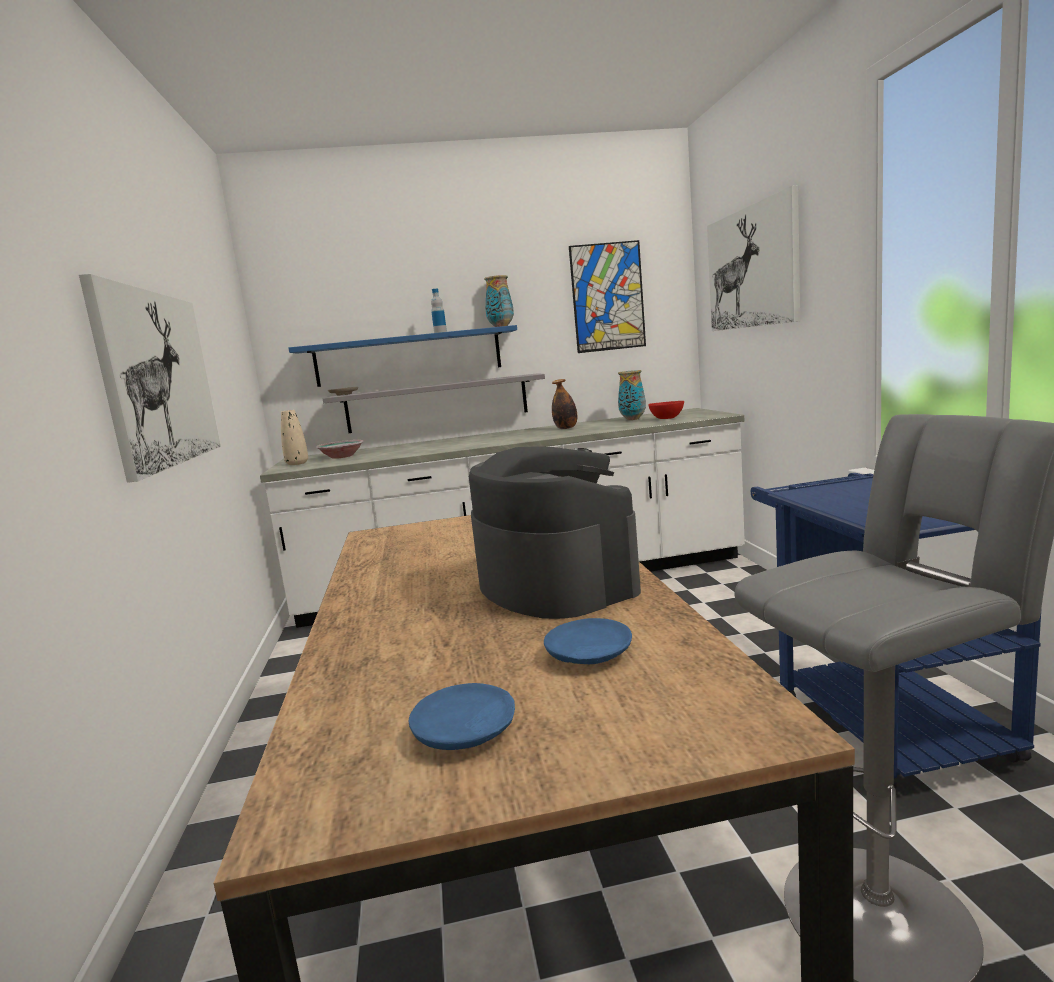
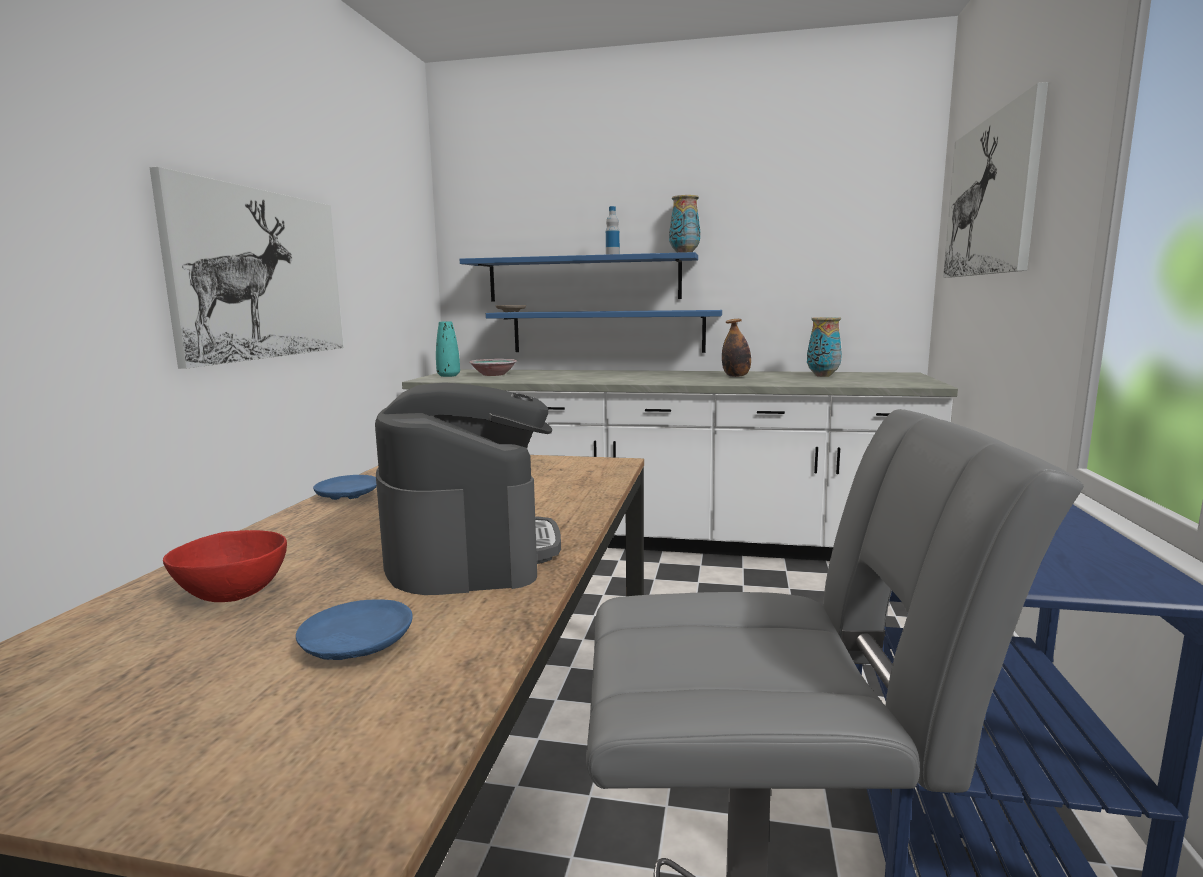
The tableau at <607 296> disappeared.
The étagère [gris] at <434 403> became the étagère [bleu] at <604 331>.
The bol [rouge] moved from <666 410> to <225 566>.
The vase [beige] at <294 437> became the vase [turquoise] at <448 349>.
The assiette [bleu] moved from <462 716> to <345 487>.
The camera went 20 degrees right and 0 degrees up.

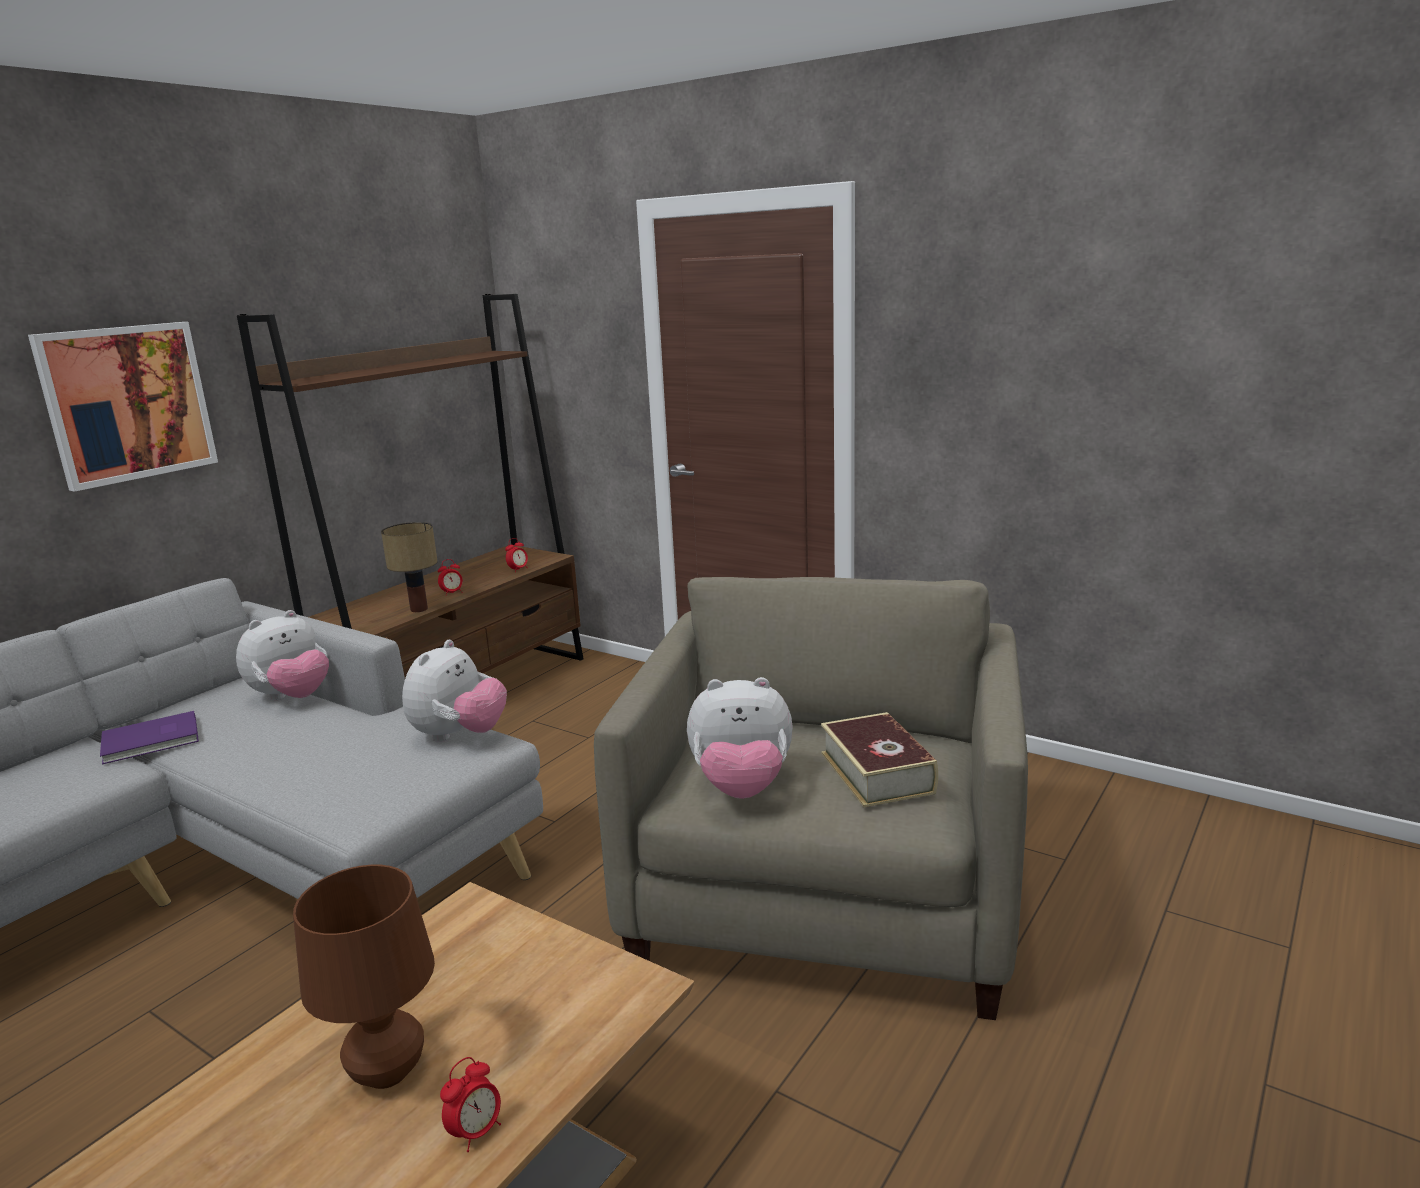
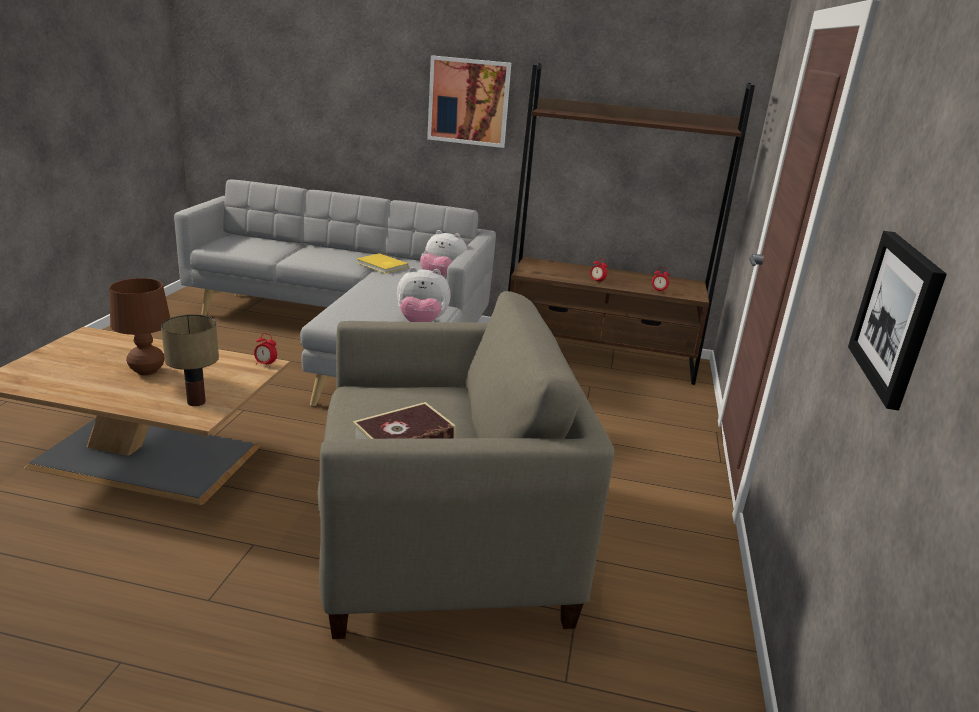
The lampe de table moved from <409 567> to <190 360>.
The peluche at <740 738> disappeared.
The livre [violet] at <149 737> became the livre [jaune] at <383 263>.
The réveil moved from <470 1104> to <265 350>.
The tableau at <897 321> appeared.
The camera went 65 degrees right and 5 degrees up.

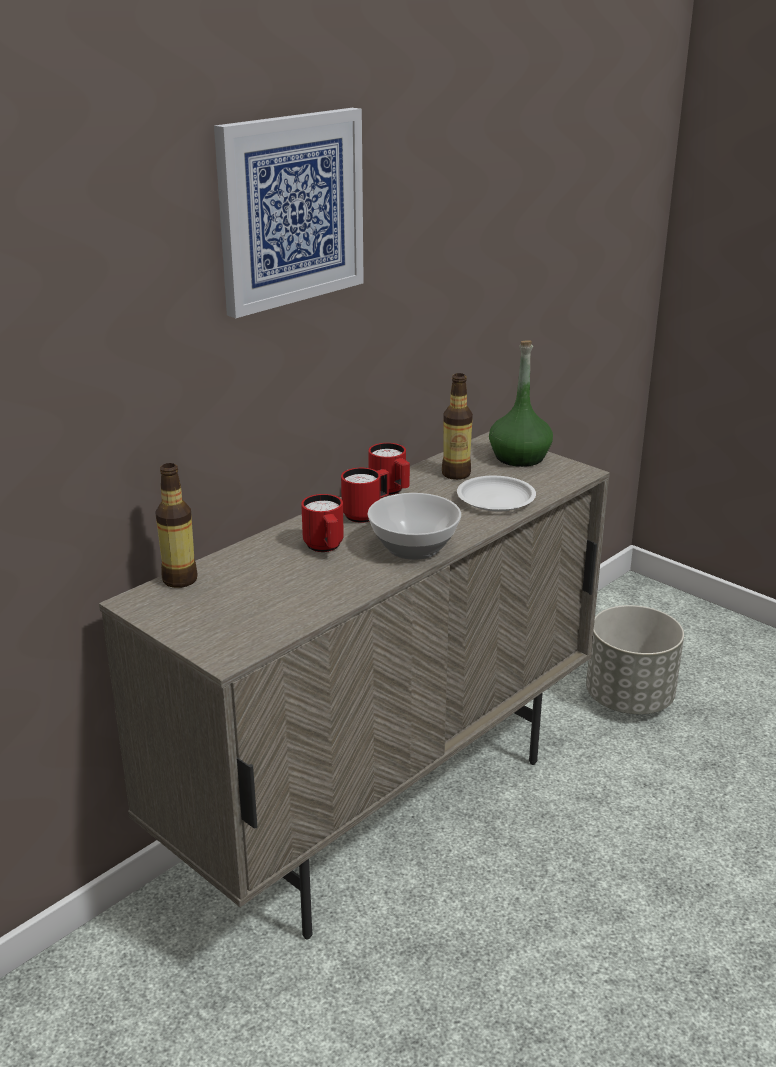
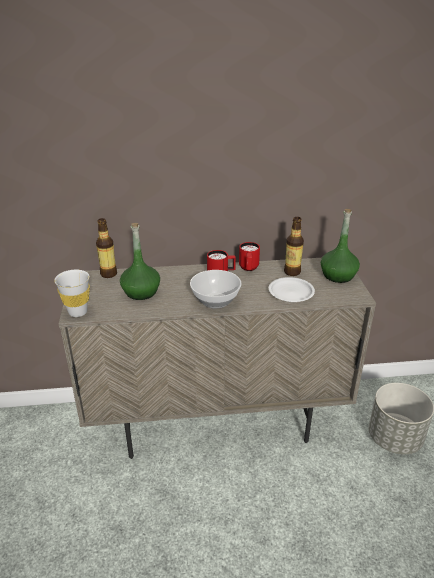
The tableau at <289 213> disappeared.
The mug [rouge] at <322 523> disappeared.
The bouteille [vert] at <140 261> appeared.
The tasse [blanc] at <72 293> appeared.
The camera went 40 degrees right and 5 degrees up.

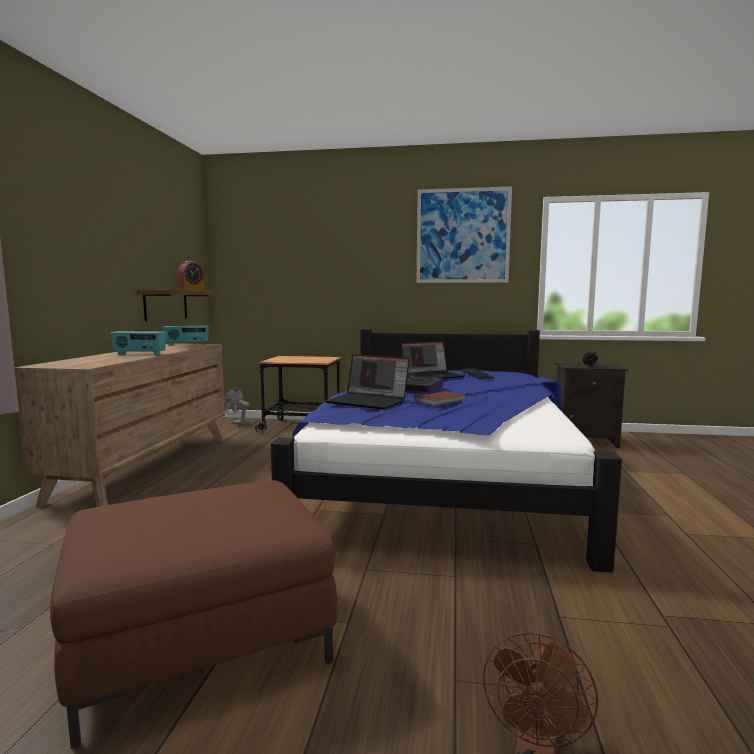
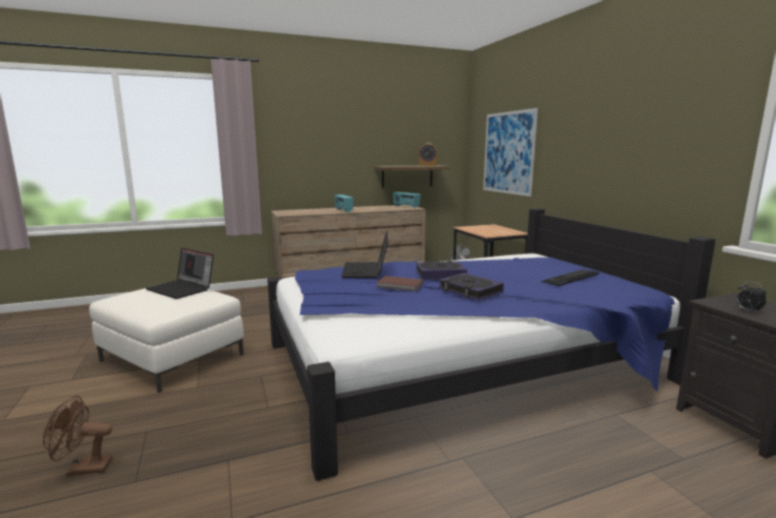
The tableau moved from <464 234> to <510 152>.
The ordinateur portable moved from <433 360> to <179 273>.
The pouf [marron] at <193 614> became the pouf [blanc] at <166 340>.
The livre at <471 286> appeared.
The camera went 60 degrees right and 5 degrees up.

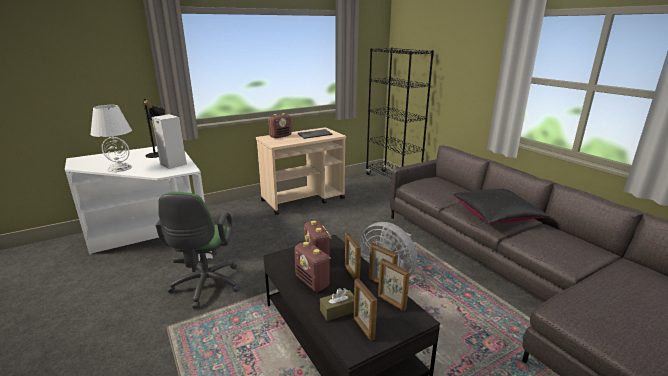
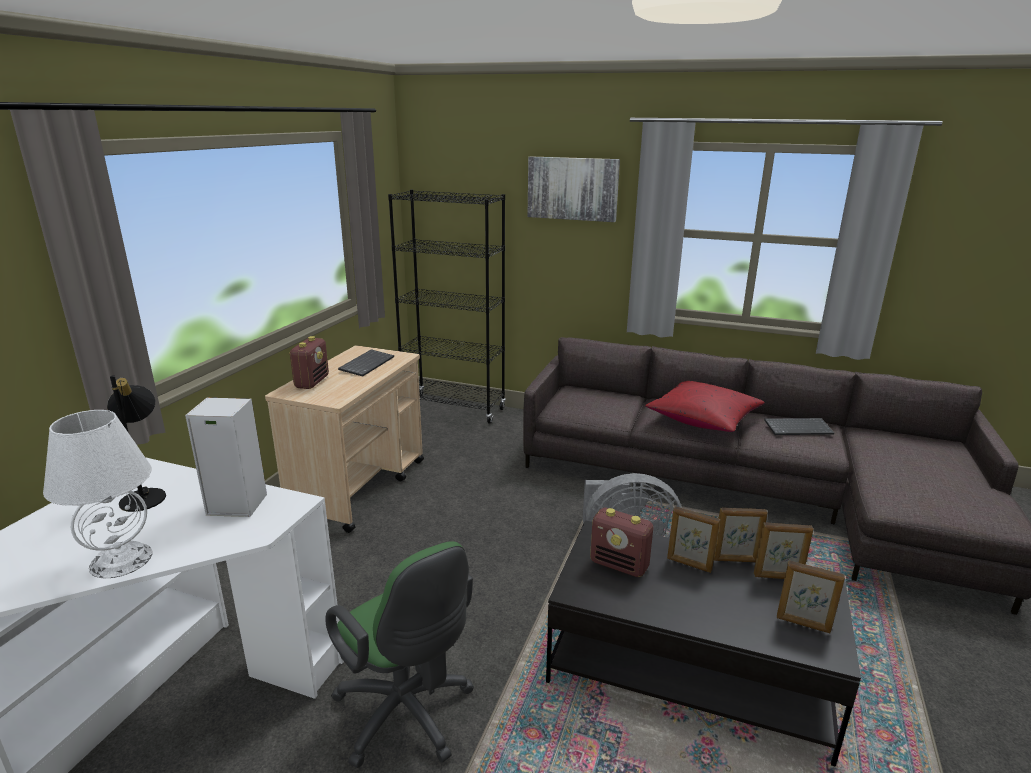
The coussin [noir] at <500 206> became the coussin [rouge] at <705 406>.
The radio at <312 266> disappeared.
The boîte à mouchoirs [marron] at <337 304> disappeared.
The tableau at <573 189> appeared.
The clavier at <799 426> appeared.
The camera went 40 degrees left and 0 degrees up.

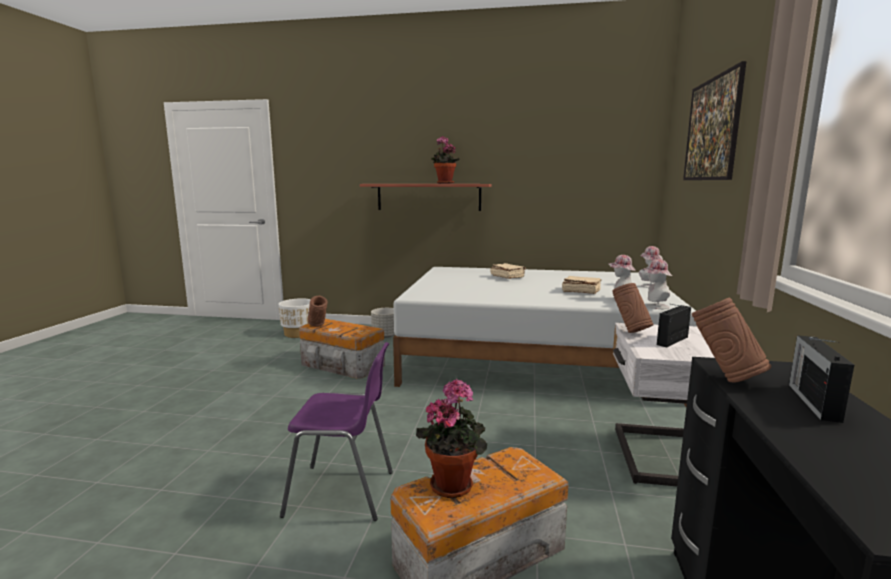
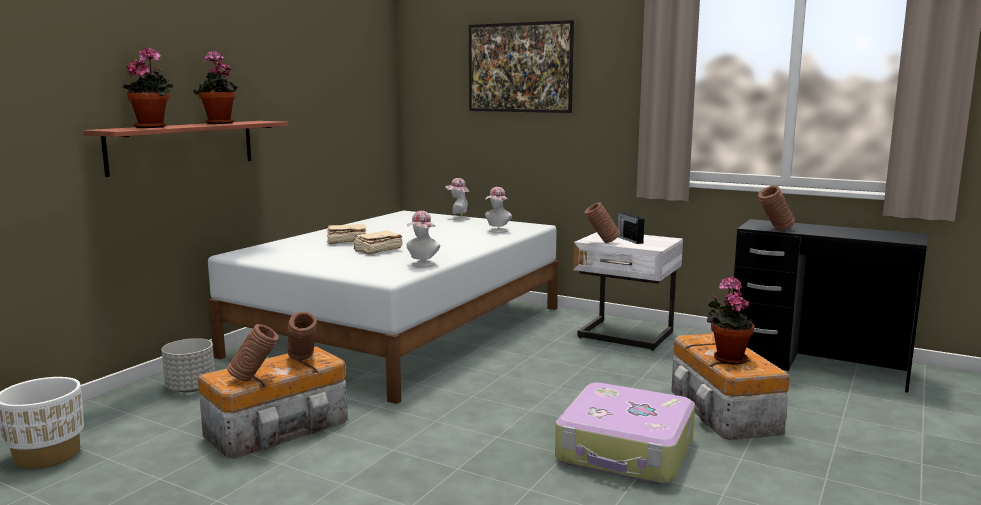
The chapeau moved from <657 284> to <423 239>.
The livre [beige] moved from <581 285> to <378 243>.
The radio at <821 379> disappeared.
The chaise [violet] at <336 431> was replaced by the valise at <625 433>.
The plante en pot at <147 87> appeared.
The vase [marron] at <302 335> appeared.
The camera went 70 degrees left and 0 degrees up.

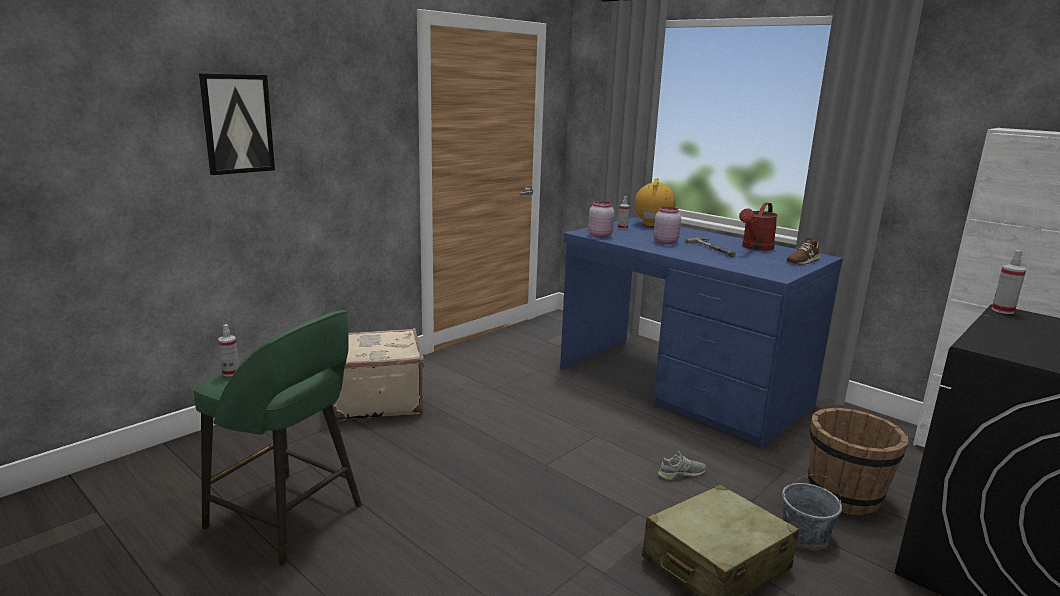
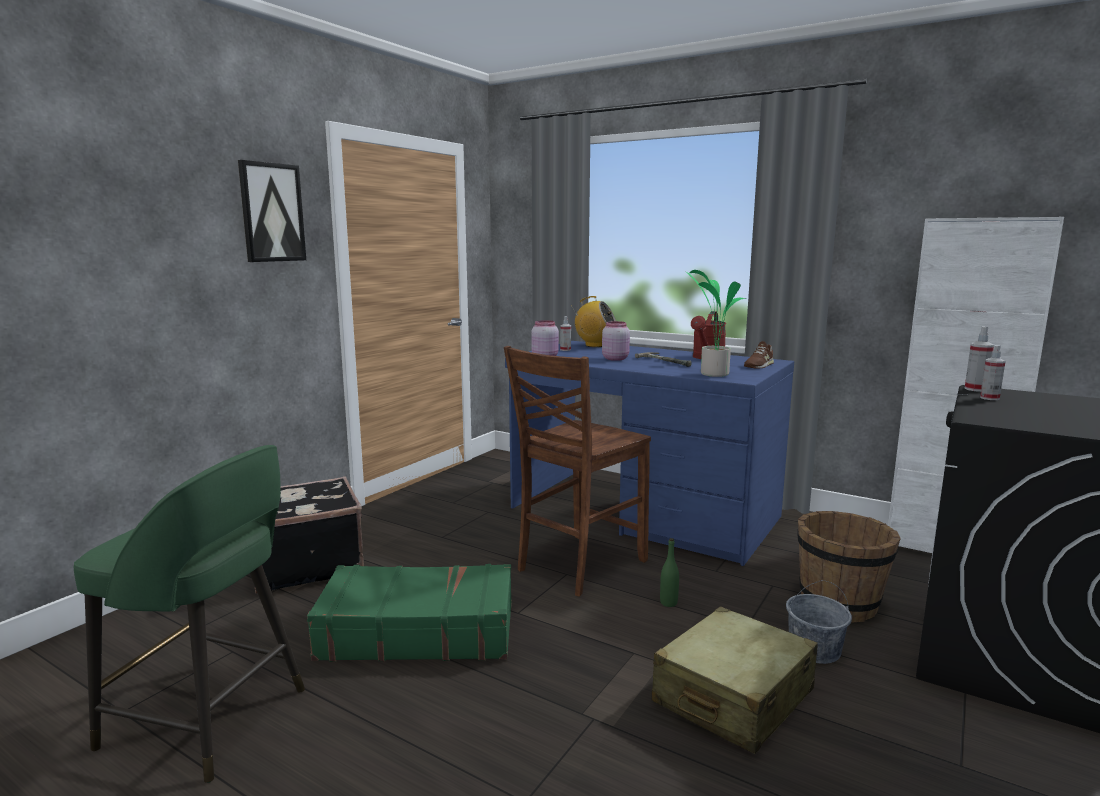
The tableau moved from <237 124> to <272 211>.
The radio at <655 202> turned 105 degrees clockwise.
The vaporisateur moved from <228 350> to <992 372>.
The valise [beige] at <378 374> became the valise [noir] at <309 535>.
The chaussure [gris] at <682 465> was replaced by the bouteille [vert] at <669 572>.
The plante en pot at <716 323> appeared.
The chaise [marron] at <577 471> appeared.
The valise [vert] at <409 613> appeared.
The camera went 10 degrees left and 5 degrees down.

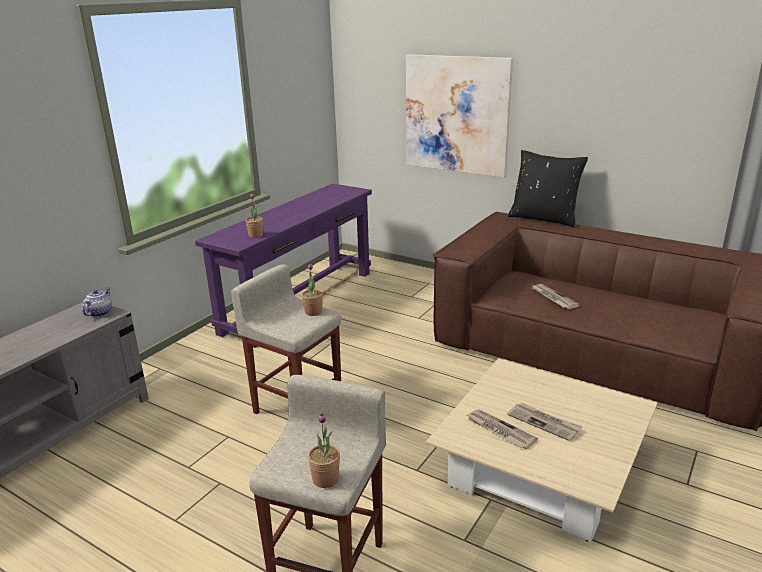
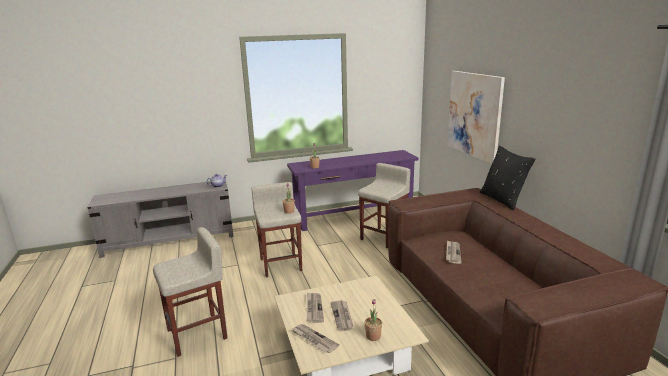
The plante en pot moved from <324 450> to <373 320>.
The tabouret [beige] at <384 206> appeared.
The journal at <315 338> appeared.
The camera went 40 degrees right and 5 degrees down.

